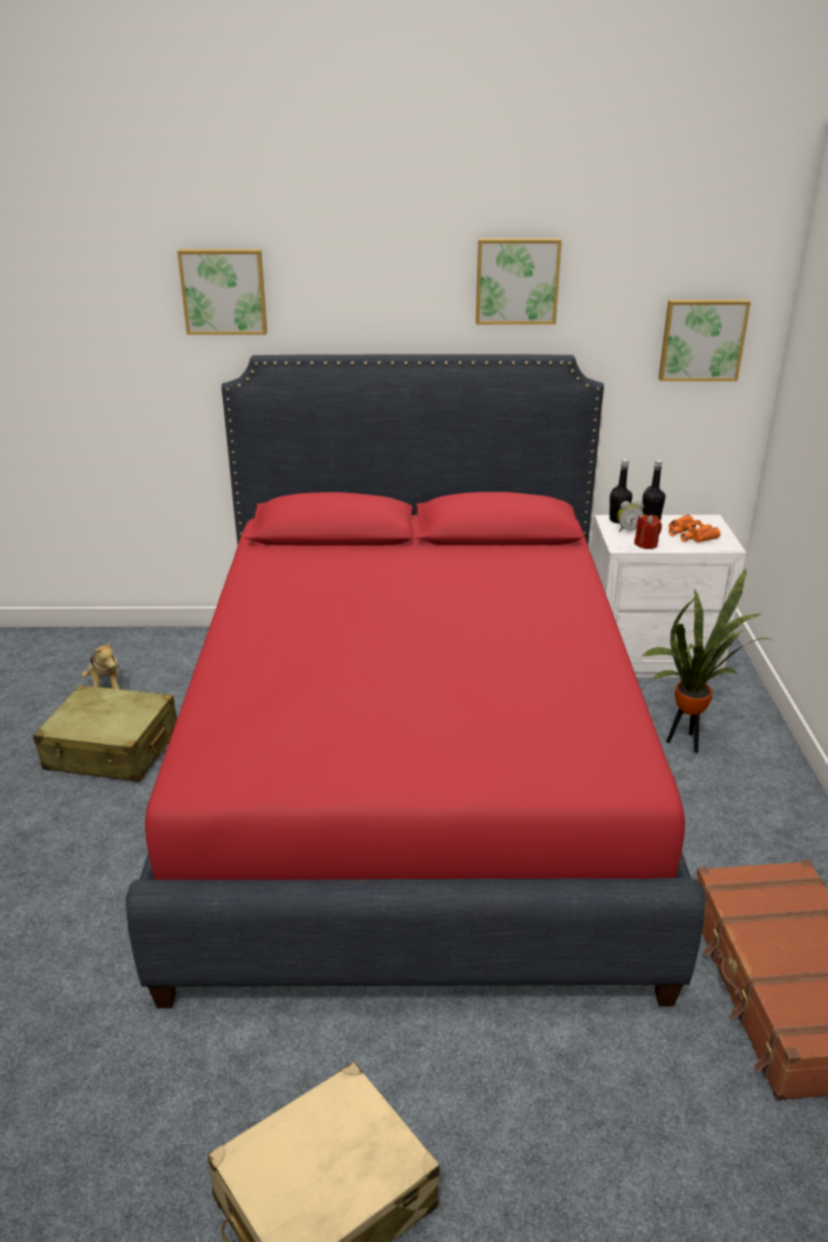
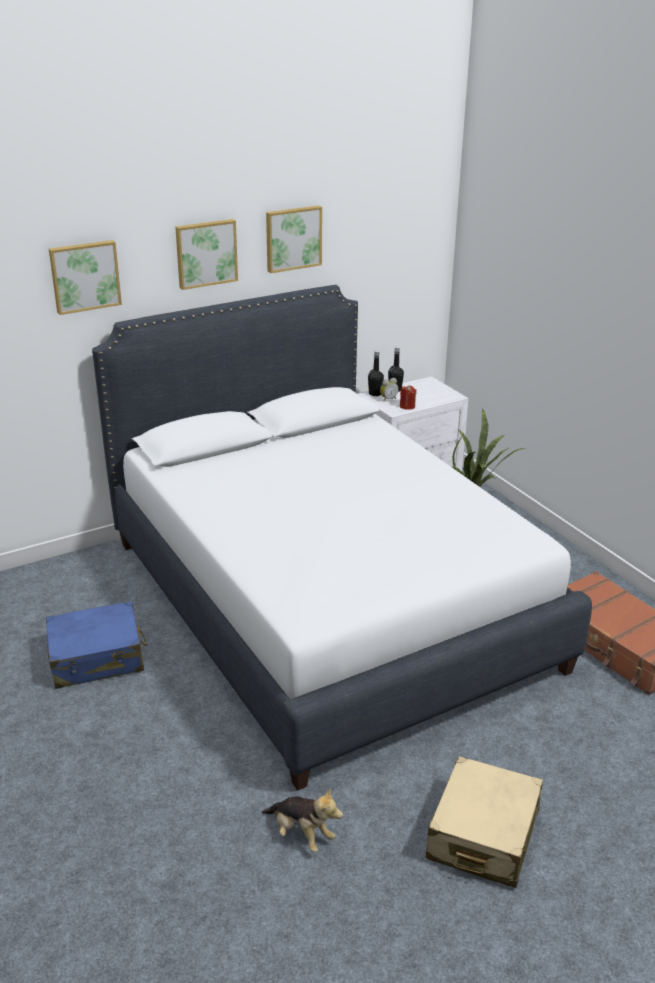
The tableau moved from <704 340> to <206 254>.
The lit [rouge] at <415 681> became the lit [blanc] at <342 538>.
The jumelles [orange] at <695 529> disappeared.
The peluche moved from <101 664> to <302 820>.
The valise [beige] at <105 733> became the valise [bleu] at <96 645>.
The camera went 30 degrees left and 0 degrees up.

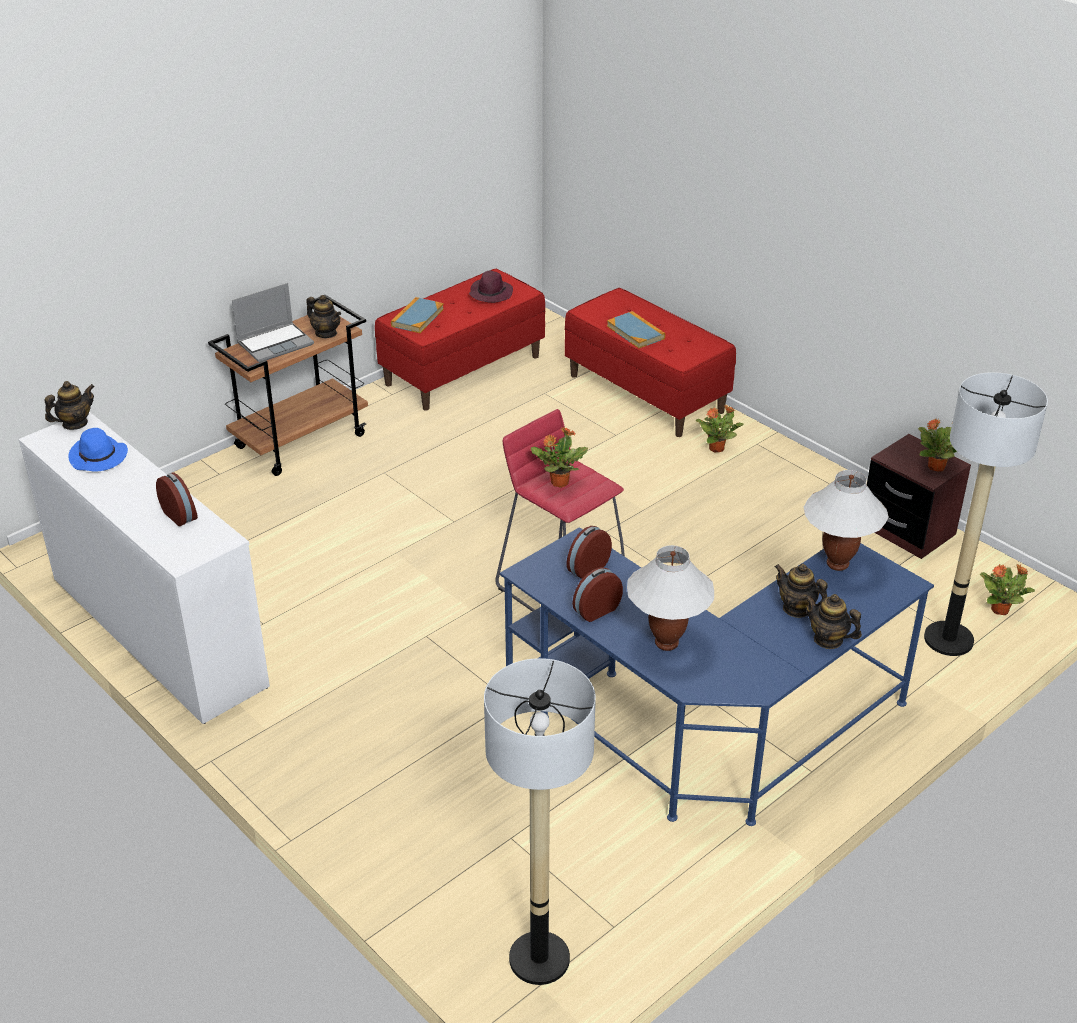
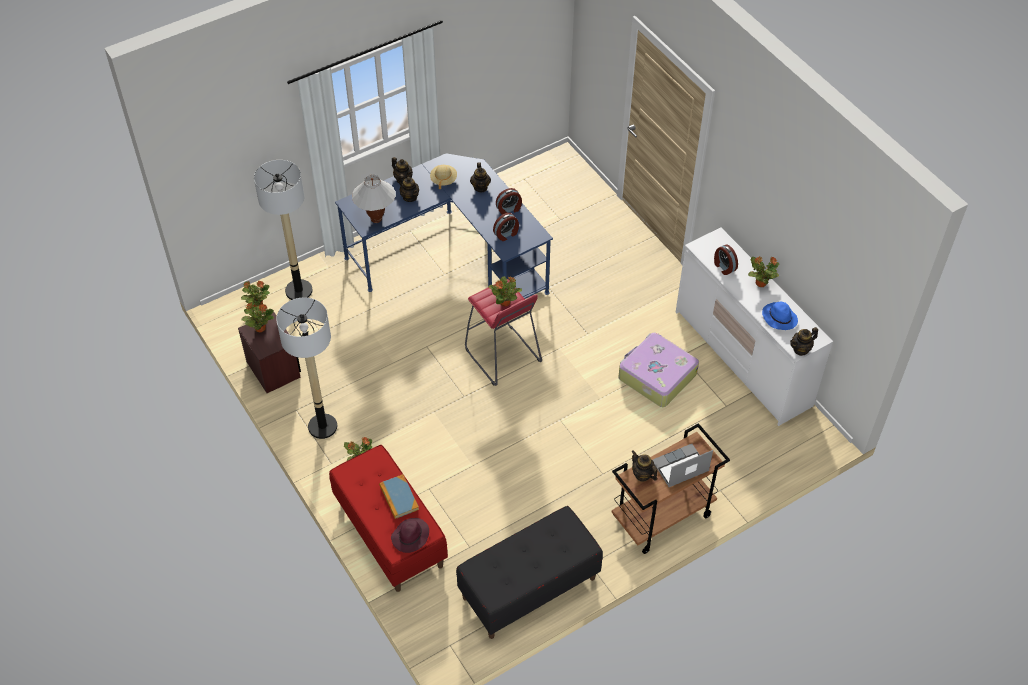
The banc [rouge] at <460 340> became the banc [noir] at <529 572>.
The chapeau [violet] moved from <491 287> to <410 535>.
The livre at <417 315> disappeared.
The lampe de table [blanc] at <670 598> was replaced by the théière at <480 177>.
The lampadaire moved from <540 821> to <306 368>.
The chapeau [beige] at <443 177> appeared.
The plante en pot at <763 271> appeared.
The valise at <658 370> appeared.
The camera went 170 degrees left and 15 degrees up.

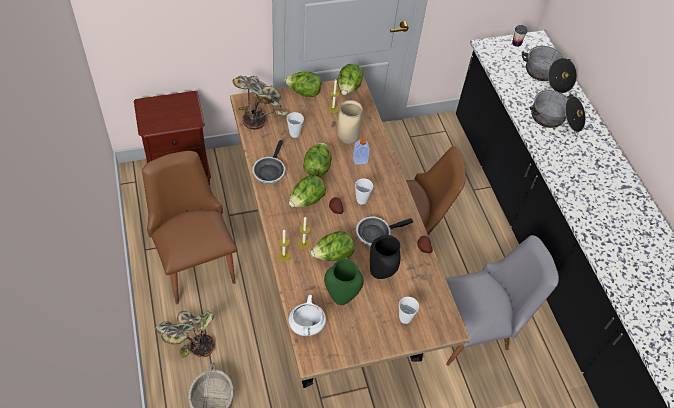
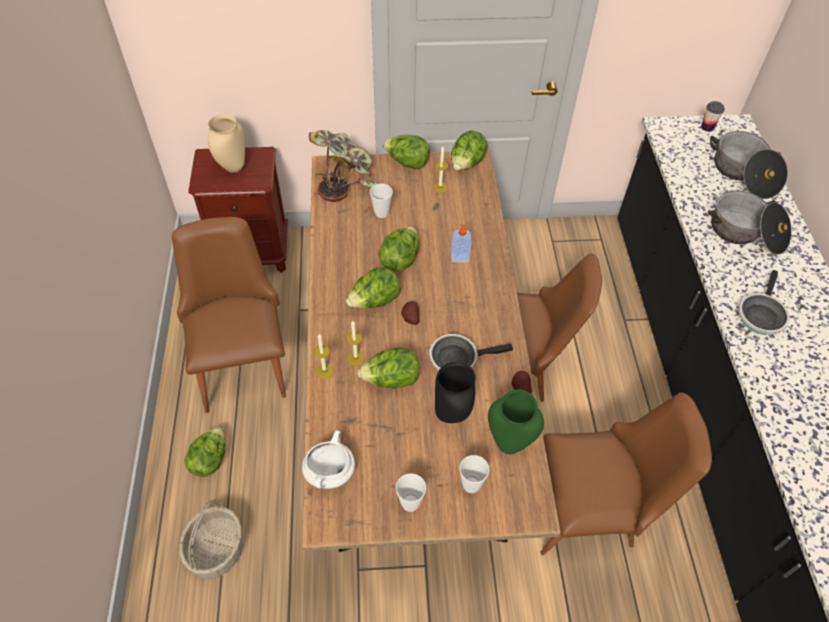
The vase [beige] moved from <350 122> to <226 143>.
The poêle moved from <268 162> to <764 302>.
The tasse moved from <364 191> to <411 492>.
The chaise [gris] at <502 300> became the chaise [marron] at <626 473>.
The vase [vert] moved from <344 282> to <516 421>.
The plante en pot at <185 334> was replaced by the laitue at <204 452>.
The camera went 15 degrees right and 0 degrees up.

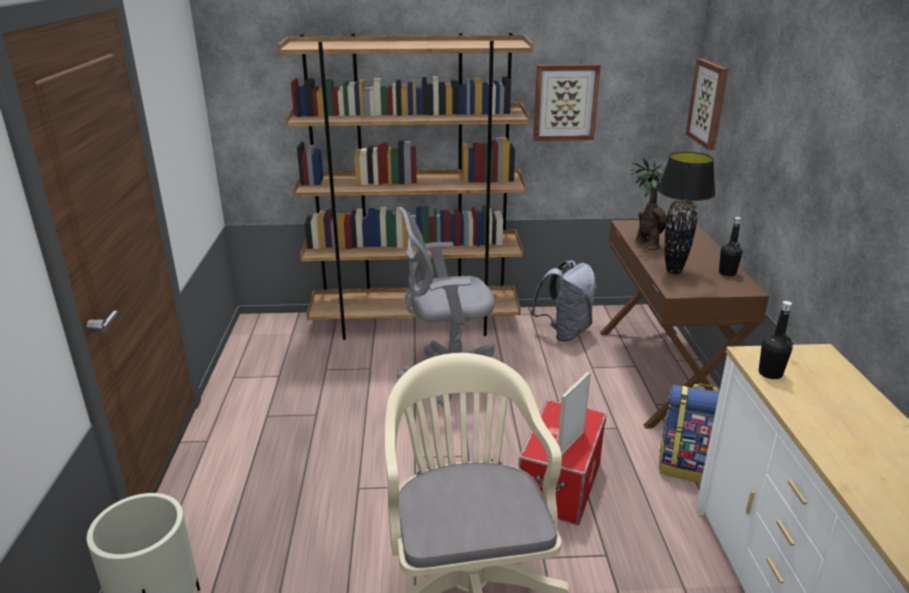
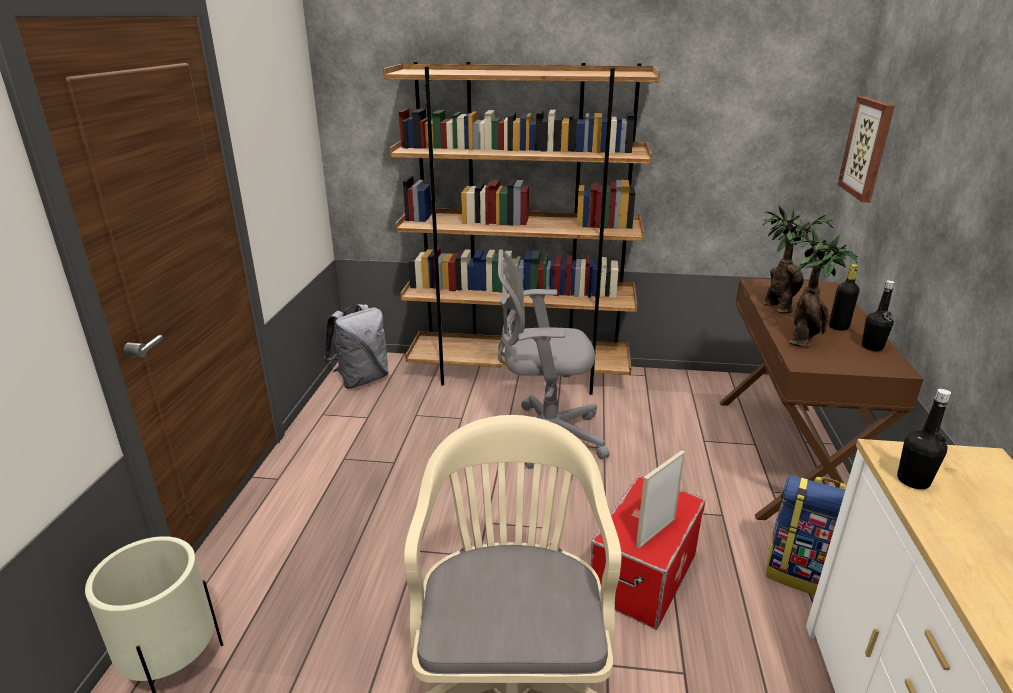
The tableau at <567 102> disappeared.
The lampe de table [noir] at <686 213> was replaced by the plante en pot at <822 286>.
The sac à dos [gris] moved from <563 301> to <356 346>.
The bouteille [noir] at <844 297> appeared.
The camera went 10 degrees right and 0 degrees up.

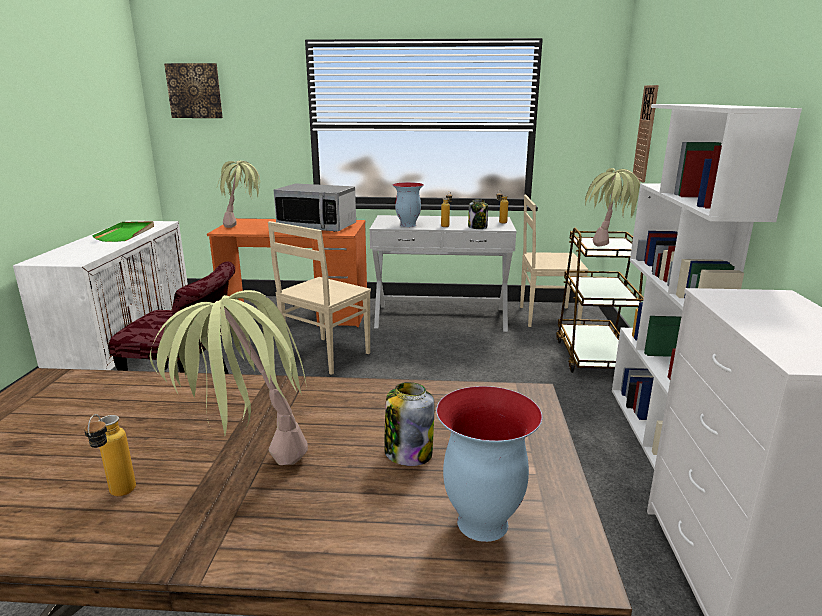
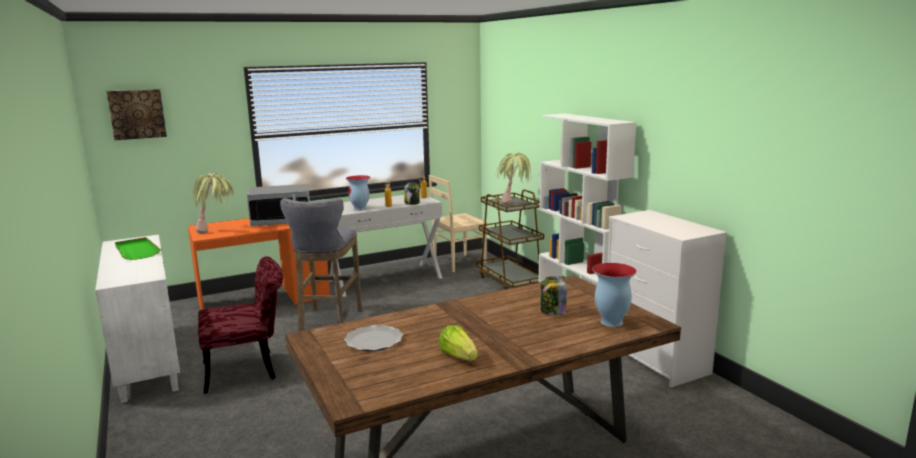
The horloge murale at <646 133> disappeared.
The chaise [beige] at <319 298> was replaced by the tabouret [gris] at <321 265>.
The plante en pot at <229 377> disappeared.
The bouteille at <110 455> was replaced by the laitue at <458 343>.
The assiette at <373 338> appeared.
The camera went 30 degrees left and 5 degrees down.

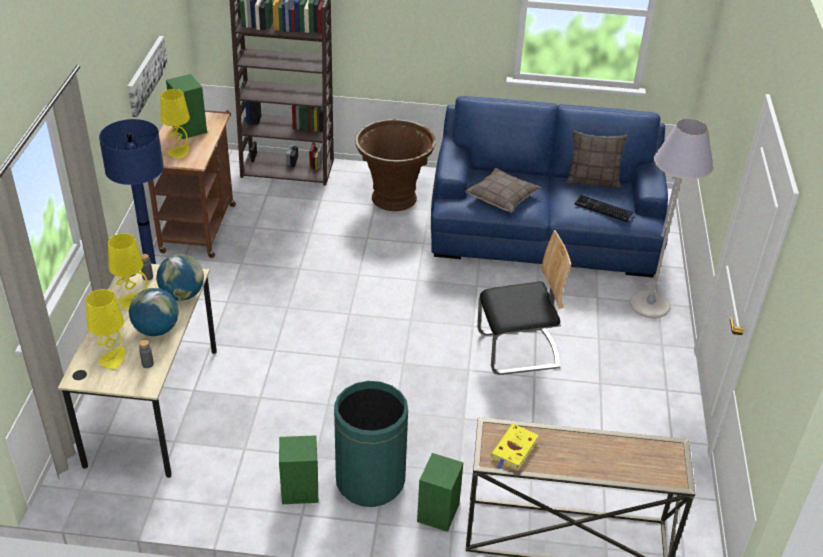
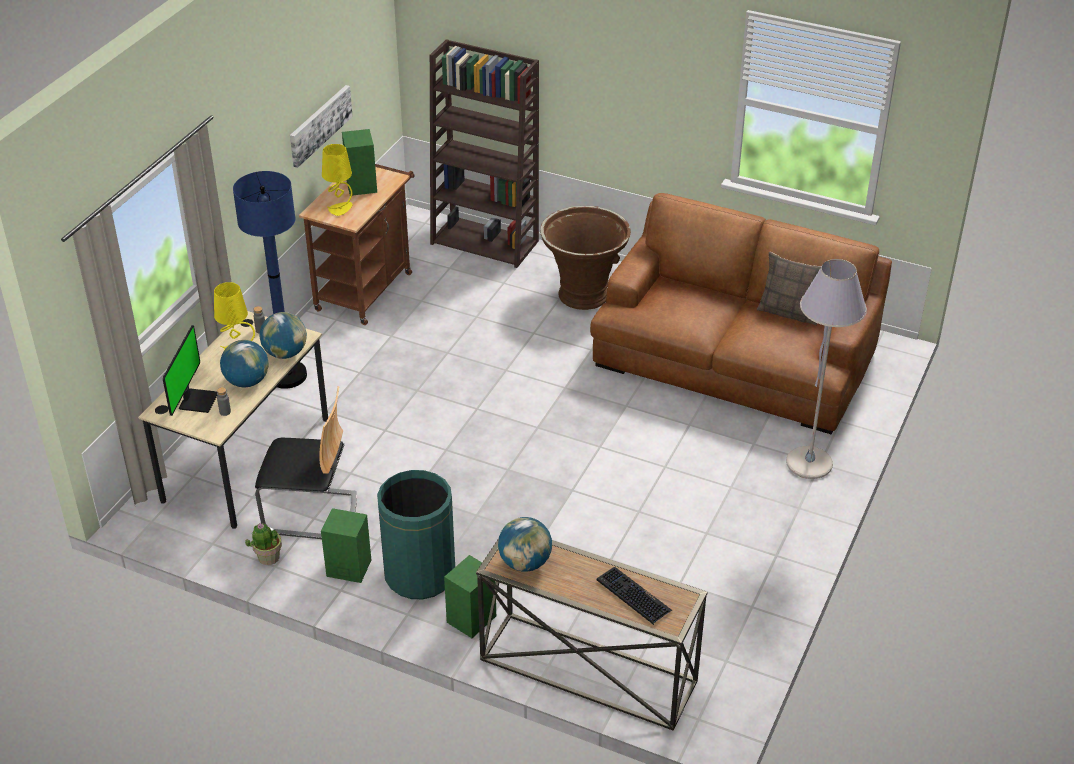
The canapé [bleu] at <549 186> became the canapé [marron] at <741 314>.
The coussin at <503 190> disappeared.
The clavier moved from <604 208> to <635 596>.
The chaise moved from <524 302> to <305 462>.
The lampe de table [jaune] at <105 329> was replaced by the écran d'ordinateur at <190 370>.
The livre [jaune] at <515 447> was replaced by the globe at <525 544>.
The plante en pot at <263 544> appeared.
The camera went 20 degrees right and 0 degrees up.

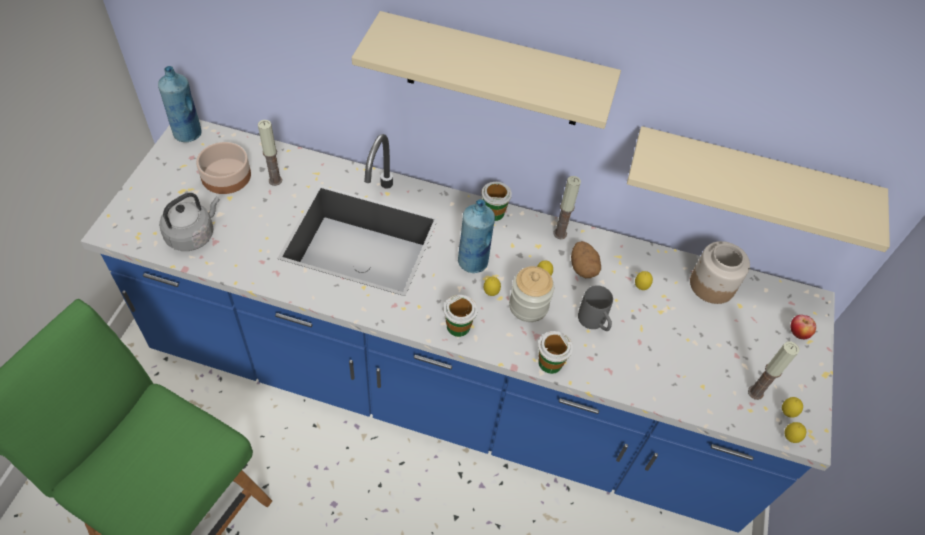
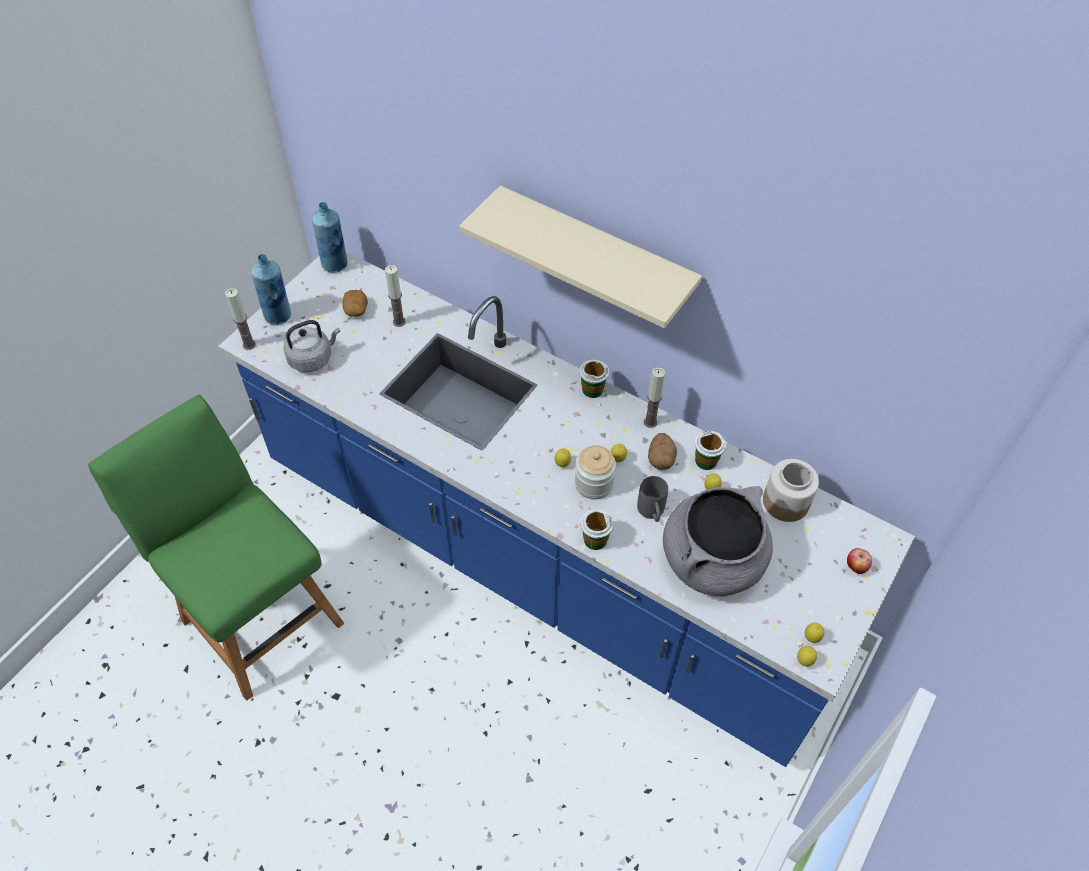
The étagère [beige] at <758 189> disappeared.
The bol at <223 168> was replaced by the pomme de terre at <355 303>.
The bouteille [bleu] moved from <476 236> to <271 289>.
The tasse moved from <460 316> to <710 450>.
The bougie moved from <773 370> to <240 319>.
The marmite [gris] at <718 541> appeared.
The camera went 20 degrees right and 0 degrees up.

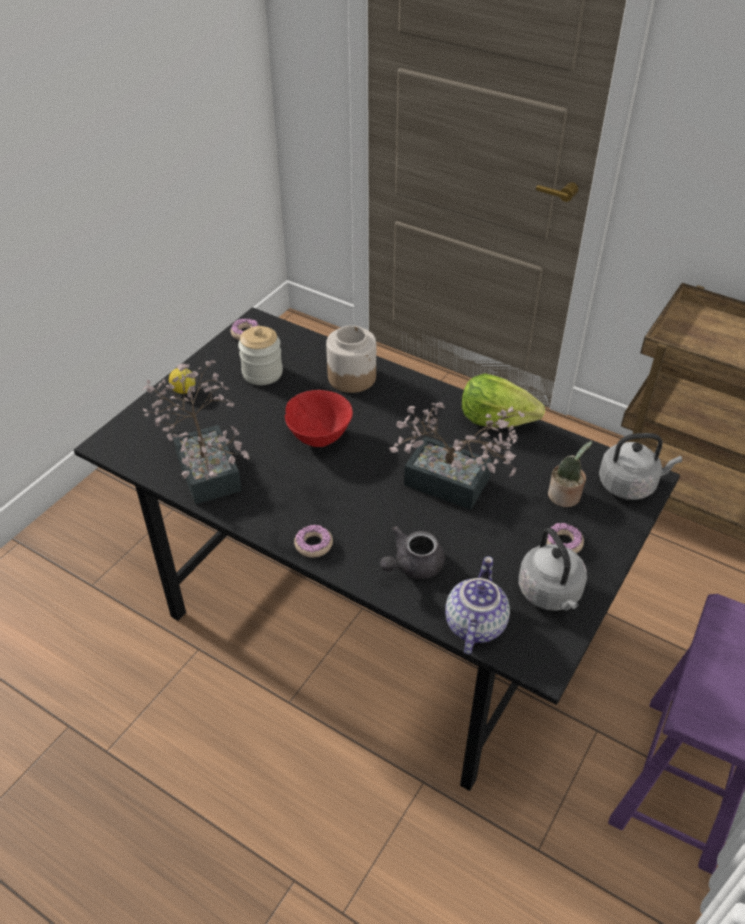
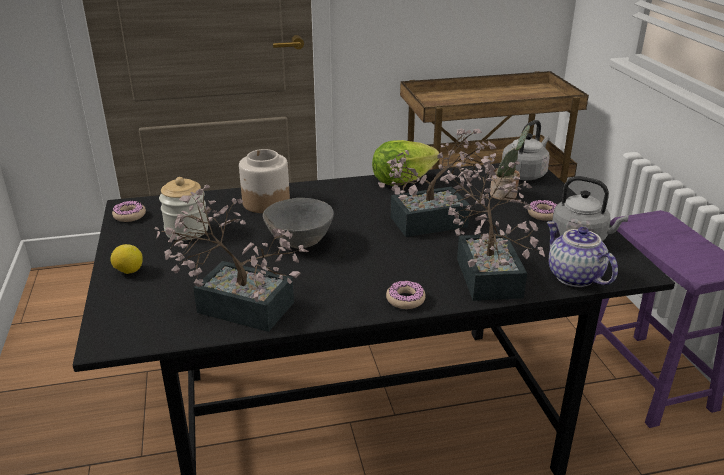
The bol [rouge] at <319 418> became the bol [gris] at <298 223>.
The théière [gris] at <412 552> was replaced by the plante en pot at <492 229>.
The camera went 45 degrees left and 15 degrees down.

